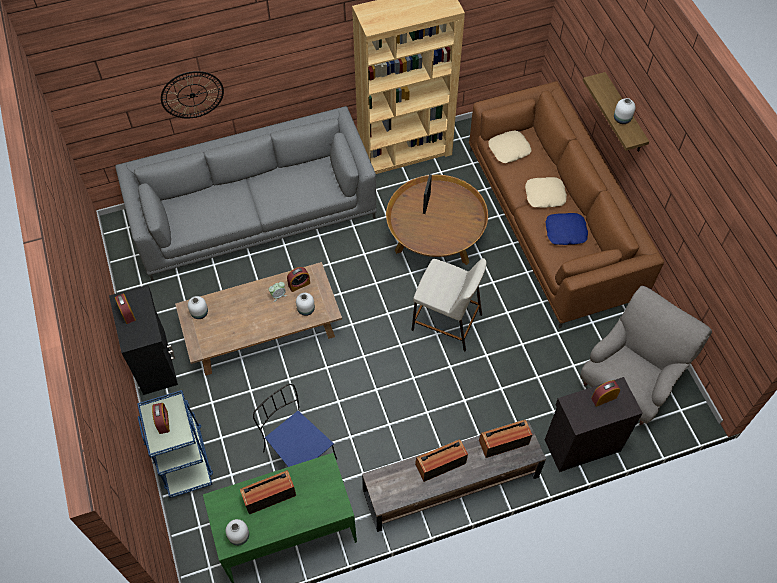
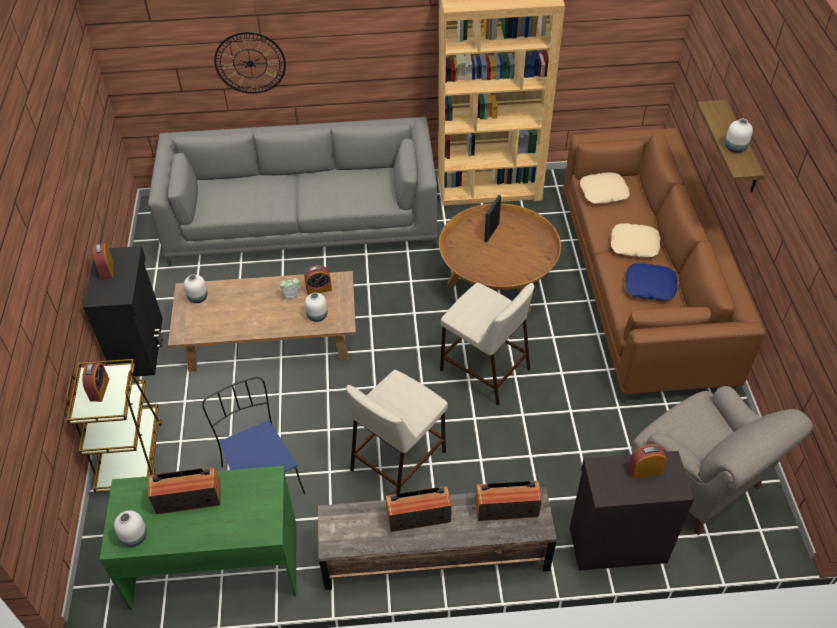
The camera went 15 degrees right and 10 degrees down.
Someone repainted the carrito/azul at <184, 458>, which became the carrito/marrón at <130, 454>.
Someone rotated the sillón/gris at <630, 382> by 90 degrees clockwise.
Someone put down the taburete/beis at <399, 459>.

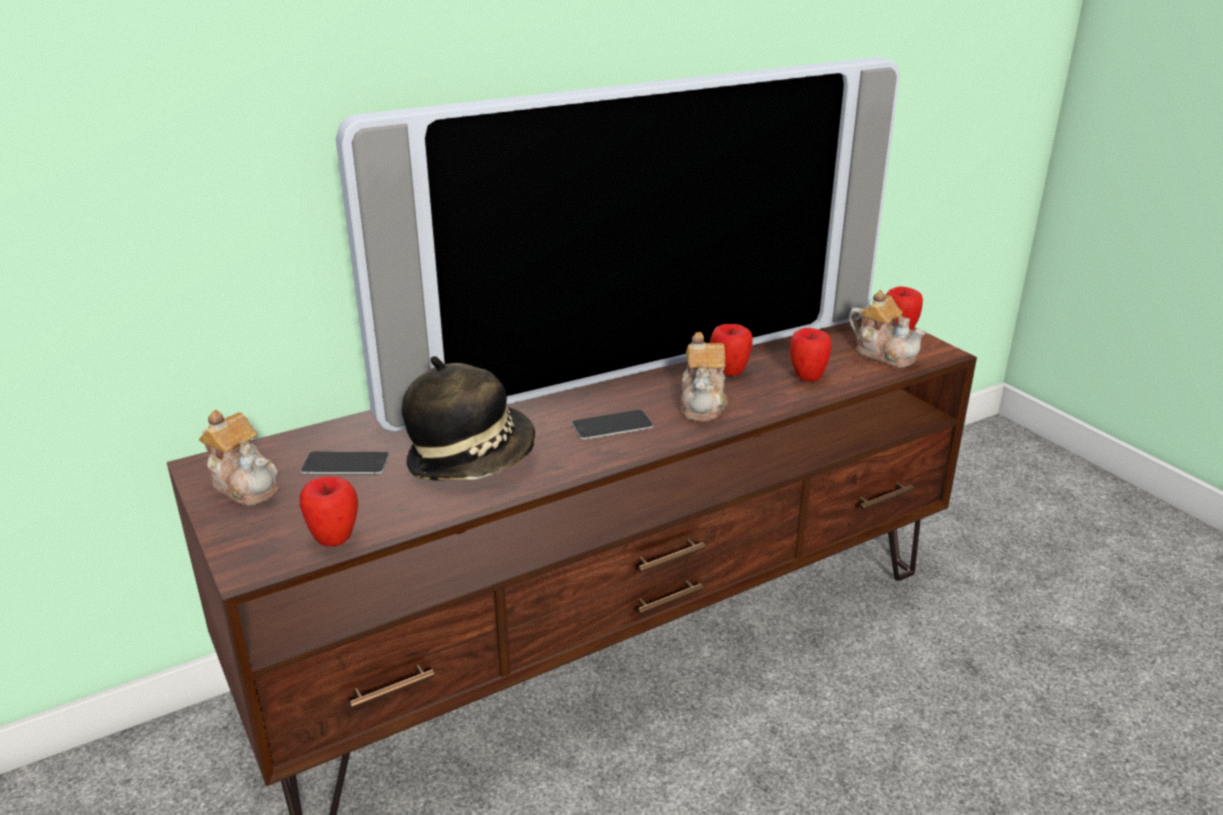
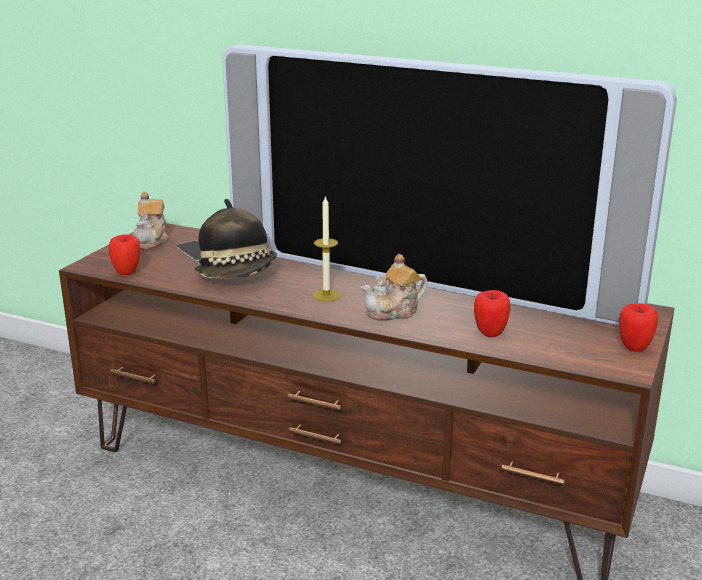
The camera went 55 degrees right and 5 degrees down.
Someone swapped the móvil at <612, 425> for the vela at <326, 295>.
Someone took away the manzana at <729, 373>.
Someone took away the tetera at <884, 354>.

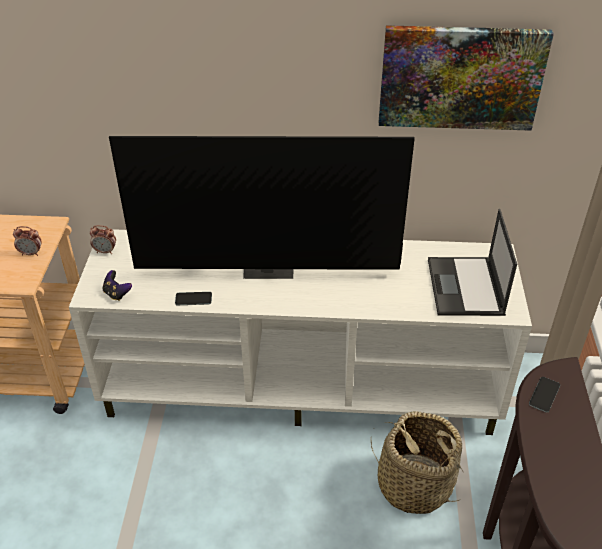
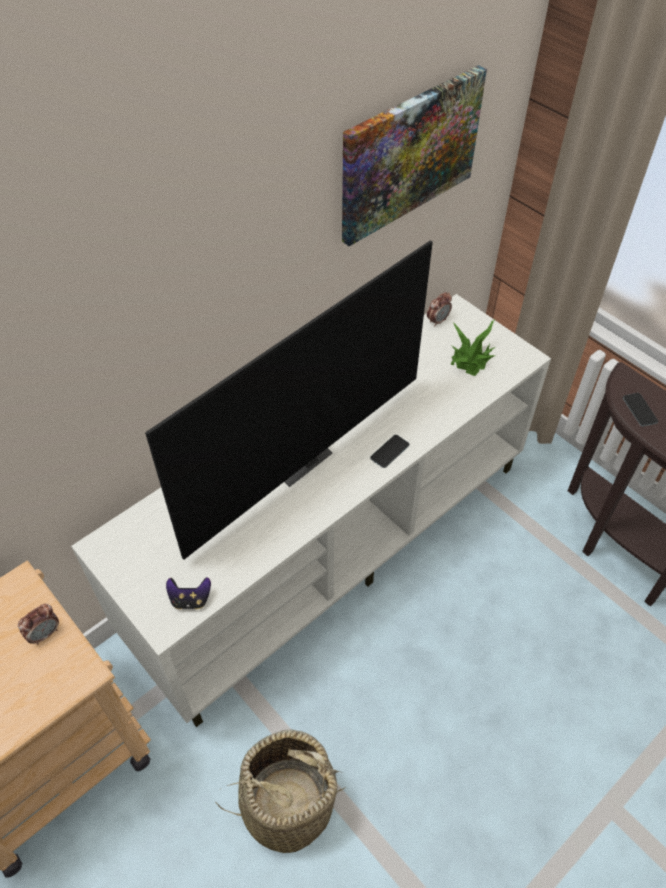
The camera went 45 degrees left and 10 degrees up.
Someone carried the despertador from <105, 251> to <437, 321>.
Someone carried the móvil from <193, 299> to <389, 451>.
Someone carried the cesta from <414, 484> to <287, 803>.
Someone swapped the portátil at <465, 287> for the planta en maceta at <471, 359>.

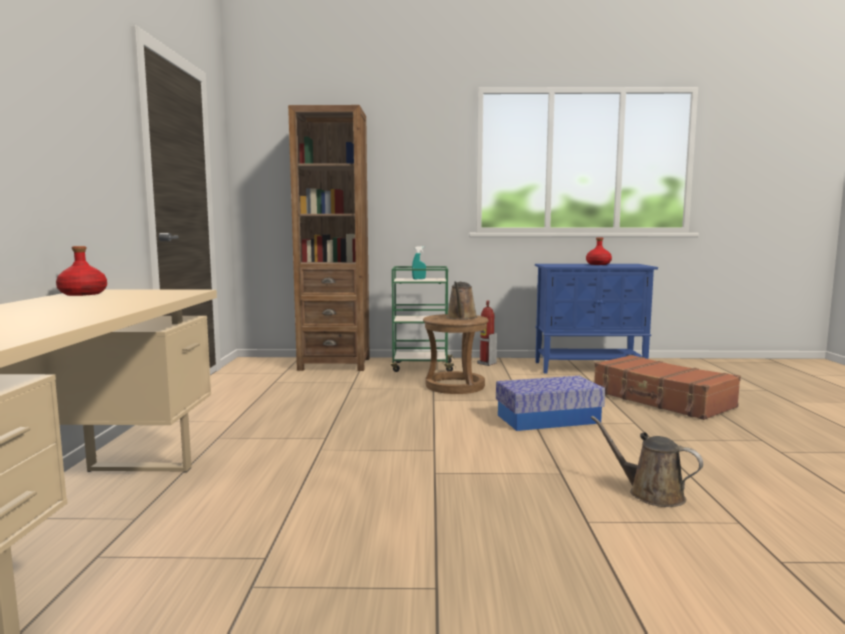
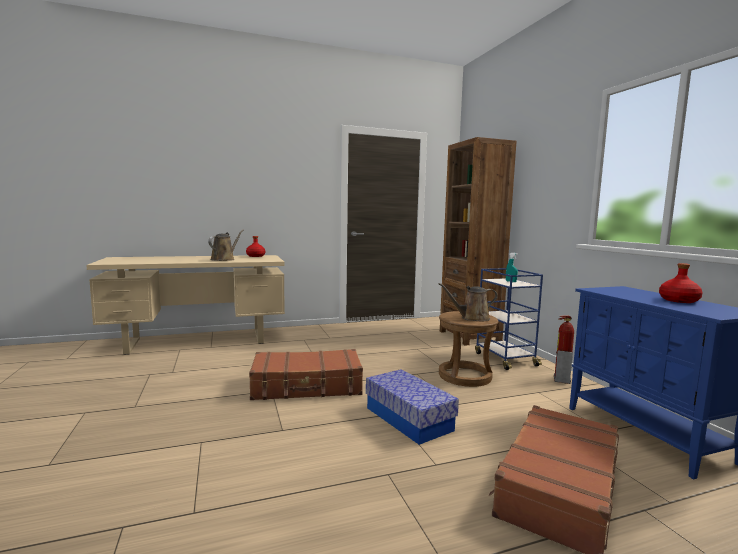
The camera went 70 degrees right and 0 degrees up.
Someone repainted the carrito/verde at <421, 367>, which became the carrito/azul at <504, 359>.
Someone carried the regadera/marrón from <651, 493> to <224, 259>.
Someone put down the maleta/marrón at <307, 386>.

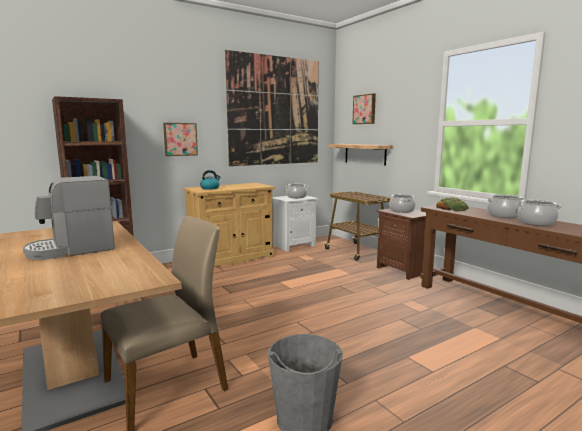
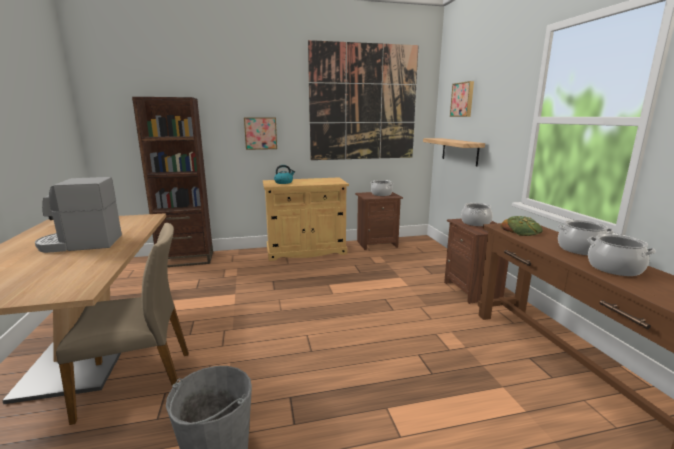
The camera went 20 degrees right and 5 degrees up.
Someone repainted the mesita de noche/blanco at <293, 245>, which became the mesita de noche/marrón at <376, 244>.
Someone took away the carrito at <357, 251>.

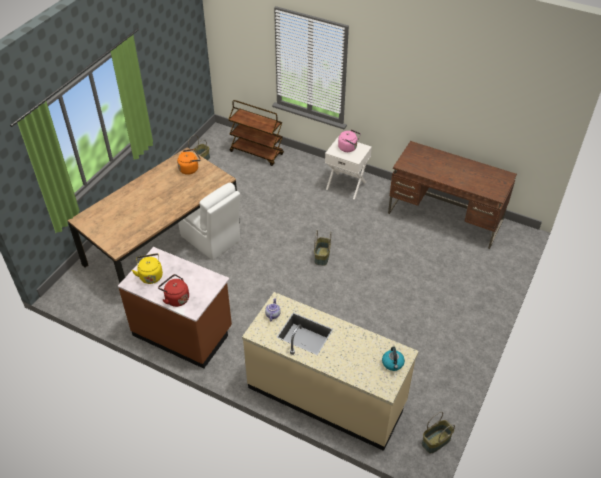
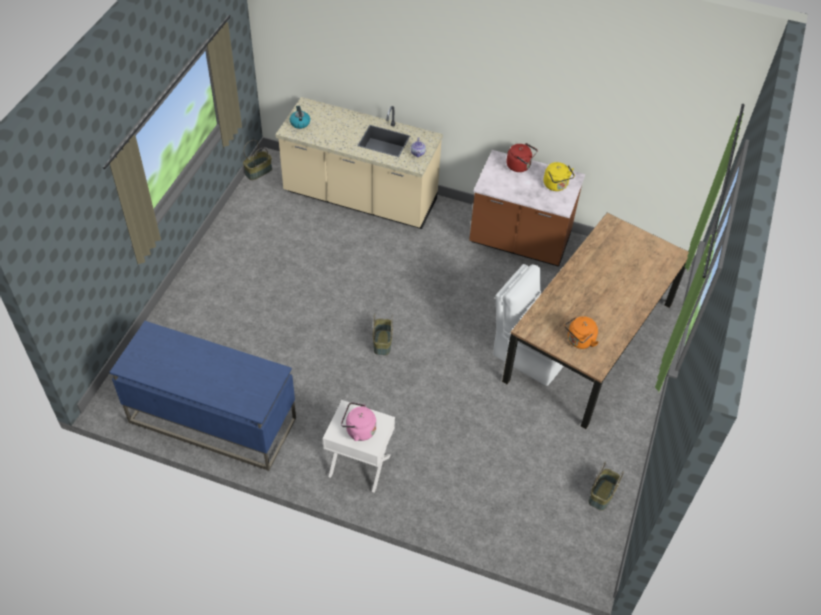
The camera went 170 degrees right and 5 degrees up.
Someone took away the carrito/marrón at <257, 153>.
Someone repainted the escritorio/marrón at <445, 217>, which became the escritorio/azul at <212, 420>.

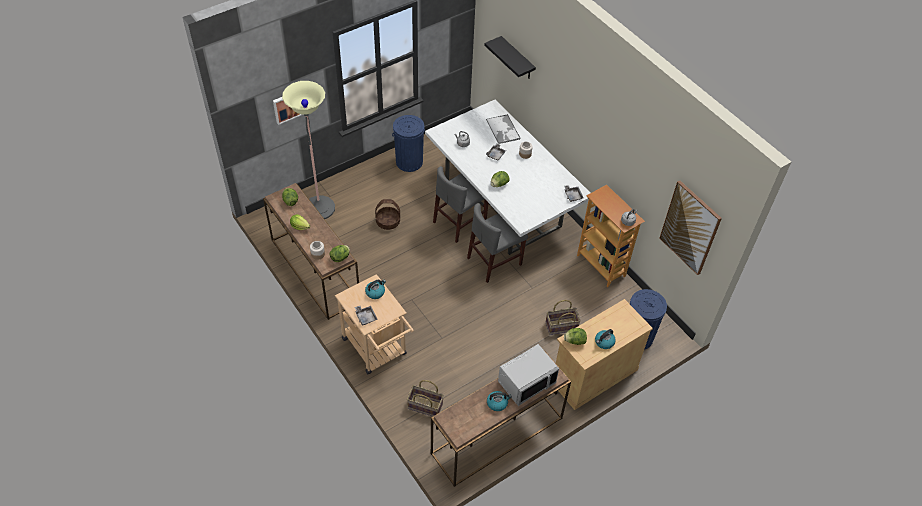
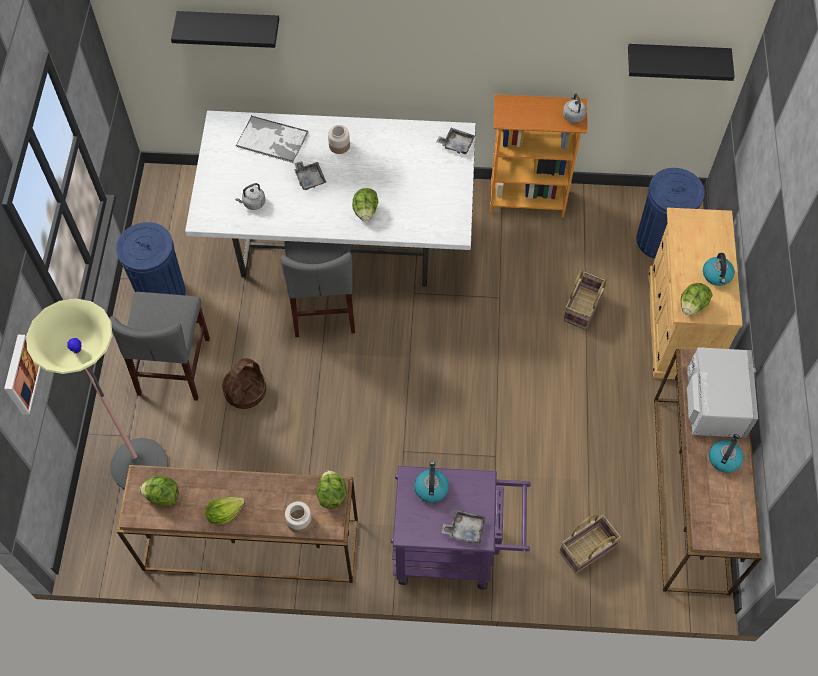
The camera went 50 degrees left and 10 degrees up.
Someone repainted the carrito/beis at <377, 350>, which became the carrito/morado at <454, 550>.
Someone carried the silla/gris from <494, 261> to <174, 366>.
Someone swapped the cuadro at <690, 228> for the estante/negro at <676, 58>.

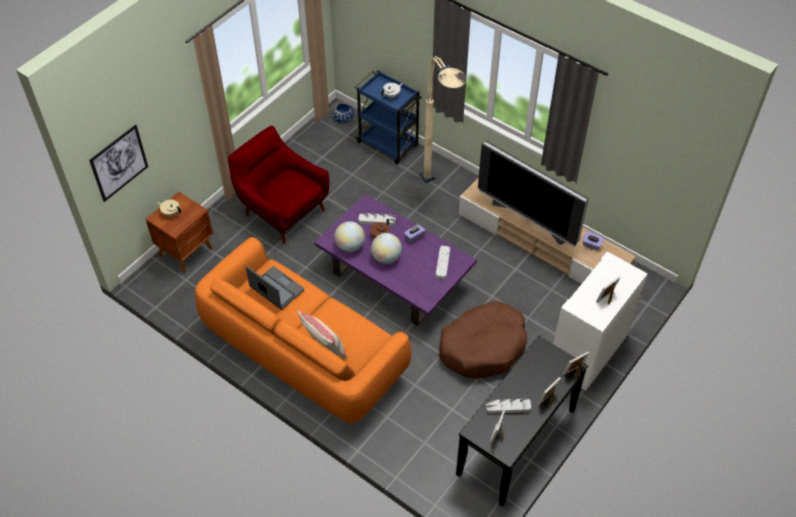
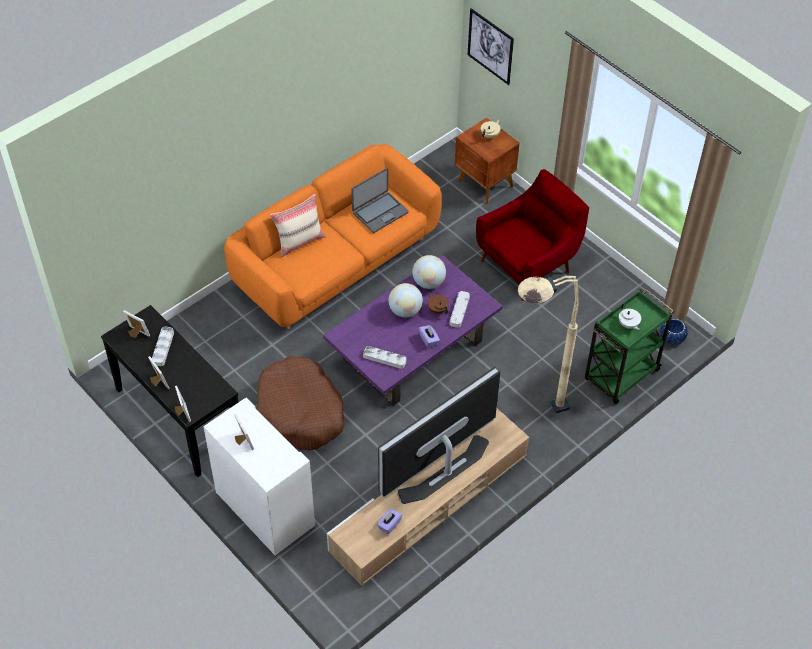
The camera went 100 degrees right and 0 degrees up.
Someone repainted the carrito/azul at <388, 145>, which became the carrito/verde at <620, 376>.

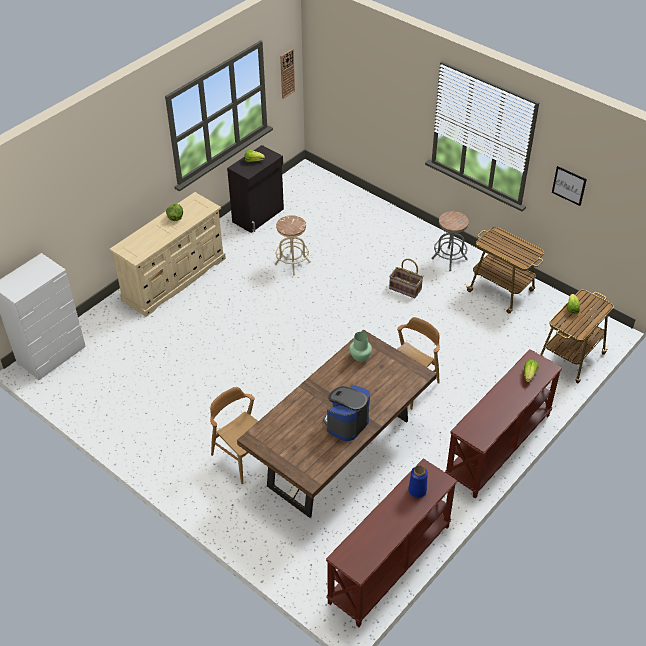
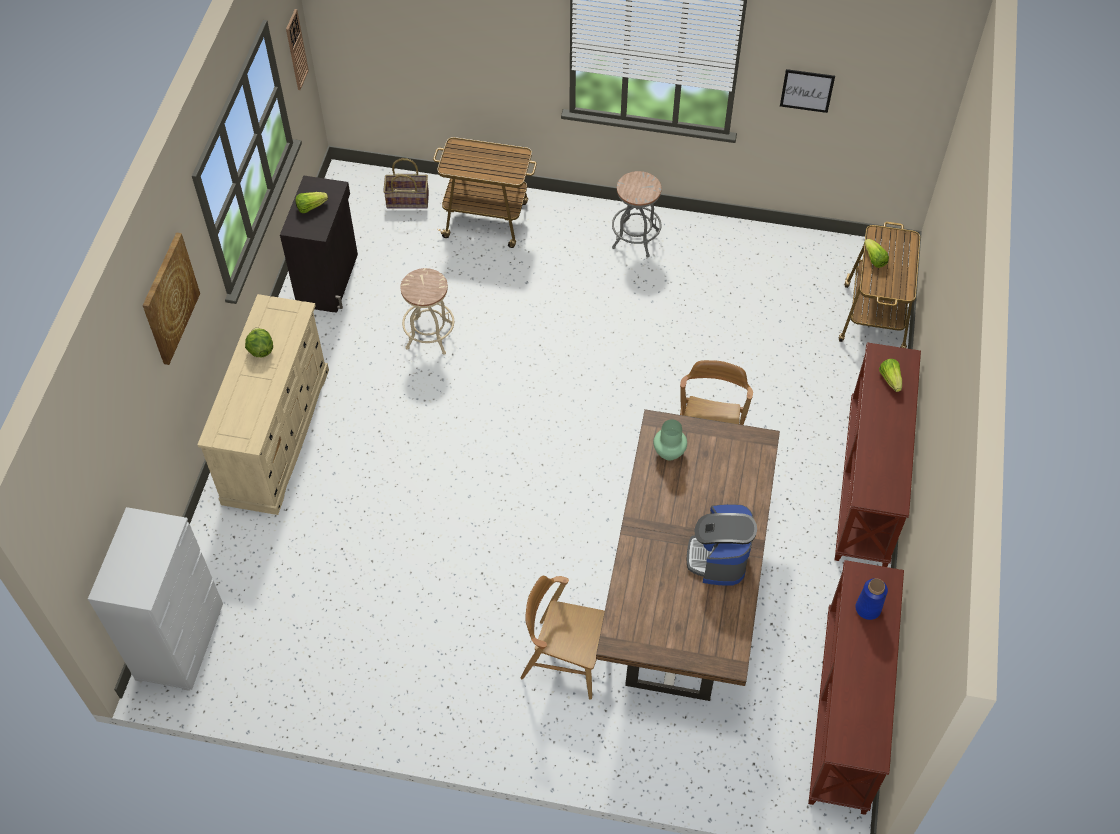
The camera went 30 degrees left and 10 degrees up.
Someone carried the cesta from <405, 288> to <408, 200>.
Someone carried the carrito from <501, 291> to <487, 220>.
Someone put up the cuadro at <169, 298>.

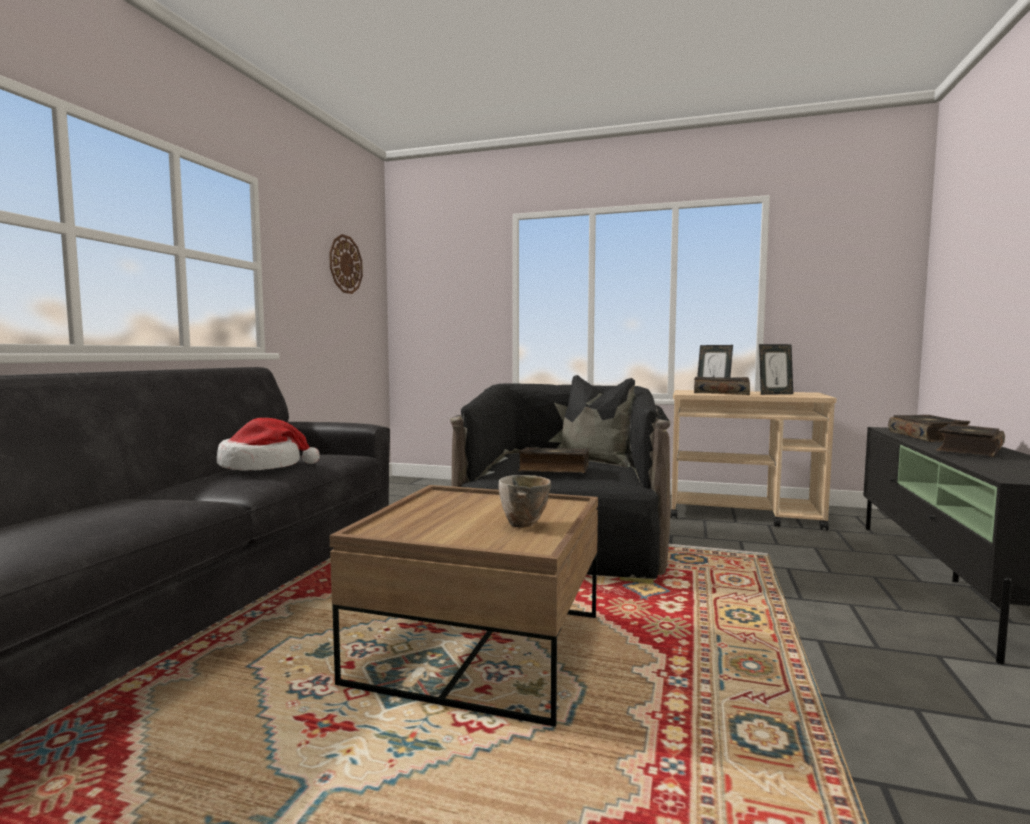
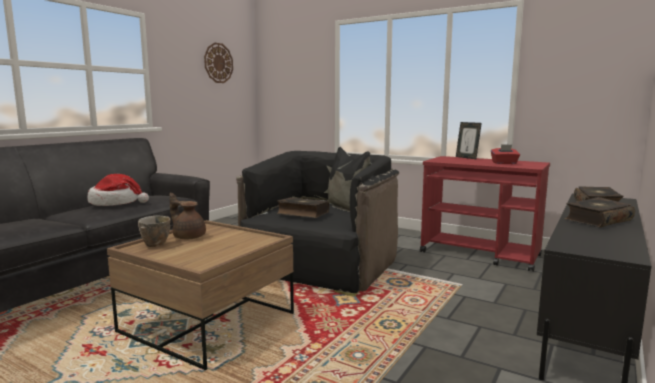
The camera went 15 degrees right and 5 degrees up.
Someone carried the cuenco from <523, 525> to <154, 246>.
Someone repainted the carrito/beis at <744, 515>, which became the carrito/rojo at <480, 254>.
Someone took away the libro at <721, 393>.
Someone swapped the portarretratos at <775, 394> for the caja de pañuelos/rojo at <504, 163>.
Someone put down the tetera/marrón at <188, 236>.

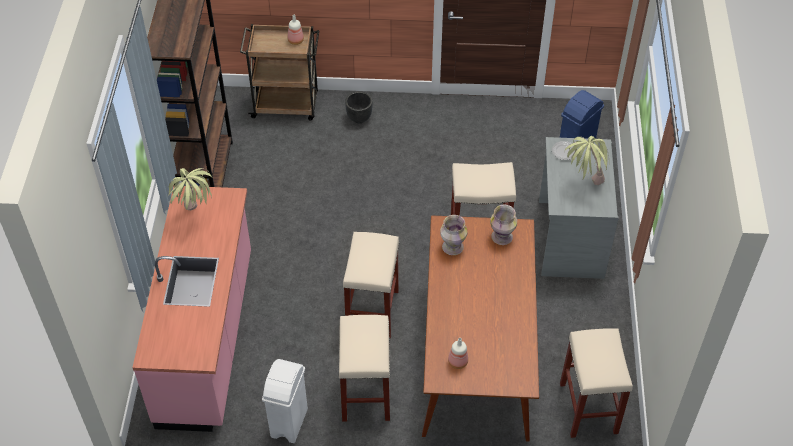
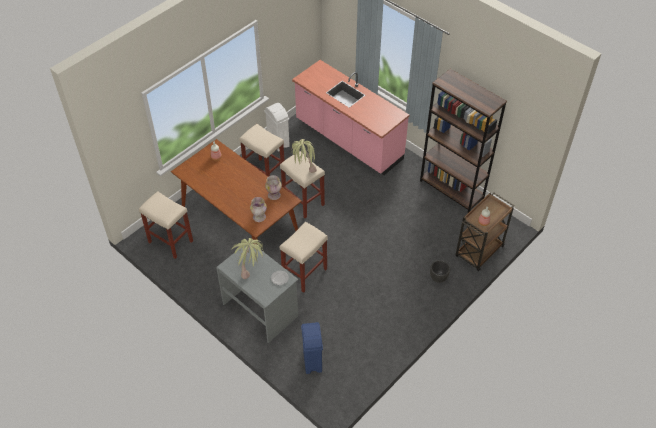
The camera went 130 degrees right and 0 degrees up.
Someone carried the planta en maceta from <195, 218> to <304, 169>.

